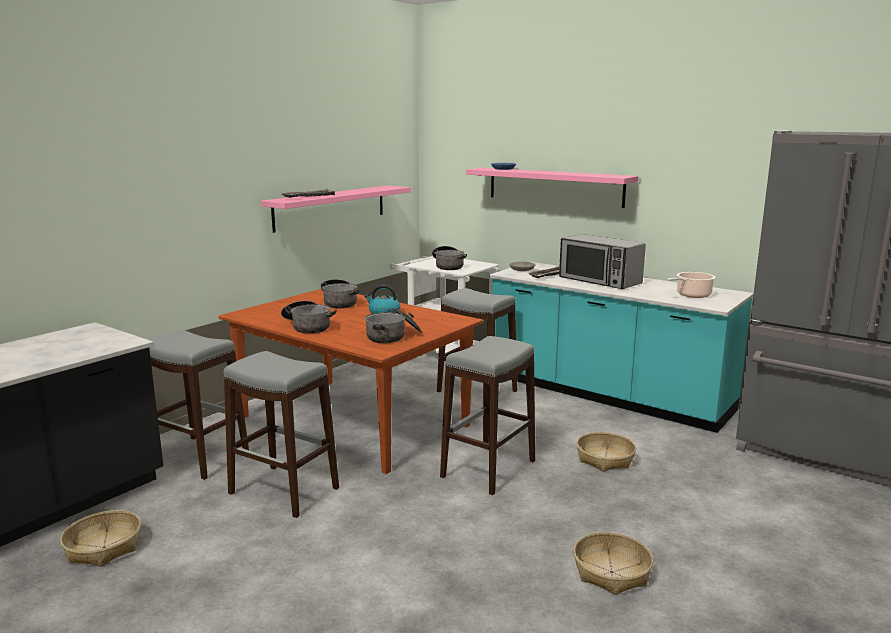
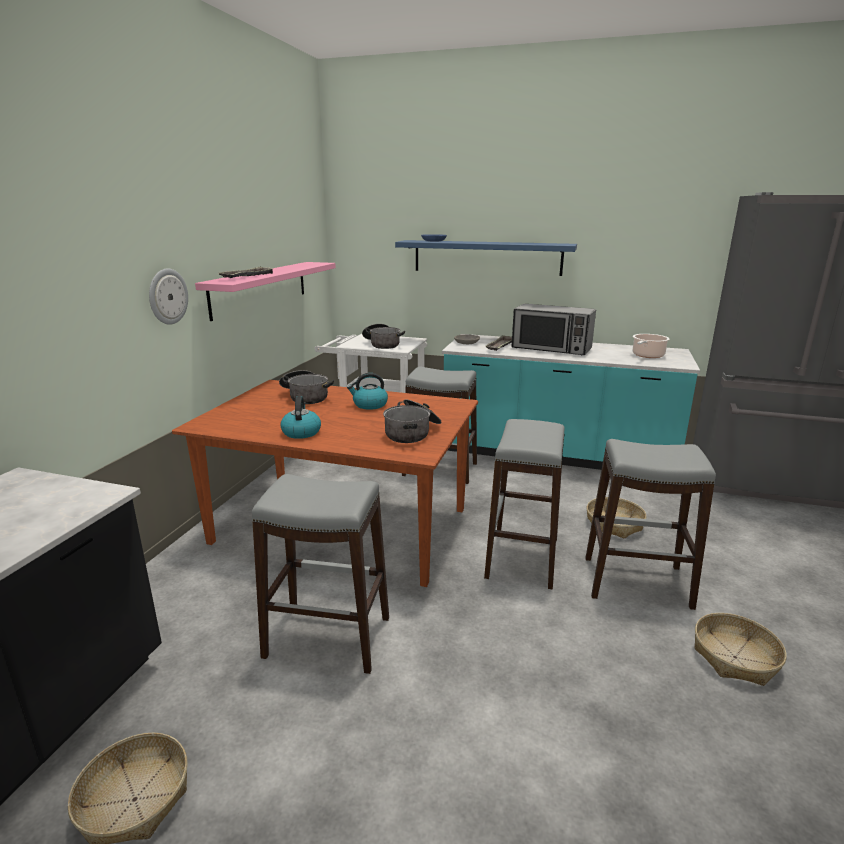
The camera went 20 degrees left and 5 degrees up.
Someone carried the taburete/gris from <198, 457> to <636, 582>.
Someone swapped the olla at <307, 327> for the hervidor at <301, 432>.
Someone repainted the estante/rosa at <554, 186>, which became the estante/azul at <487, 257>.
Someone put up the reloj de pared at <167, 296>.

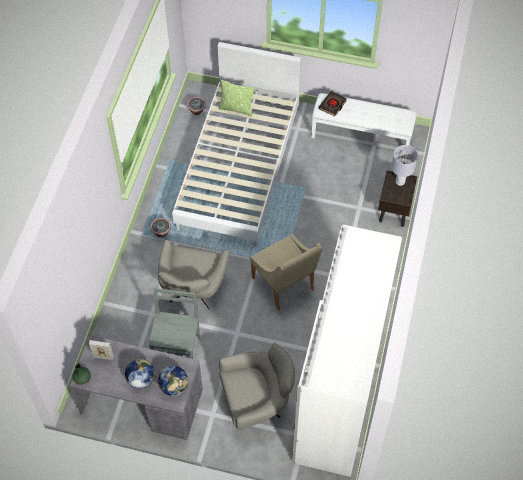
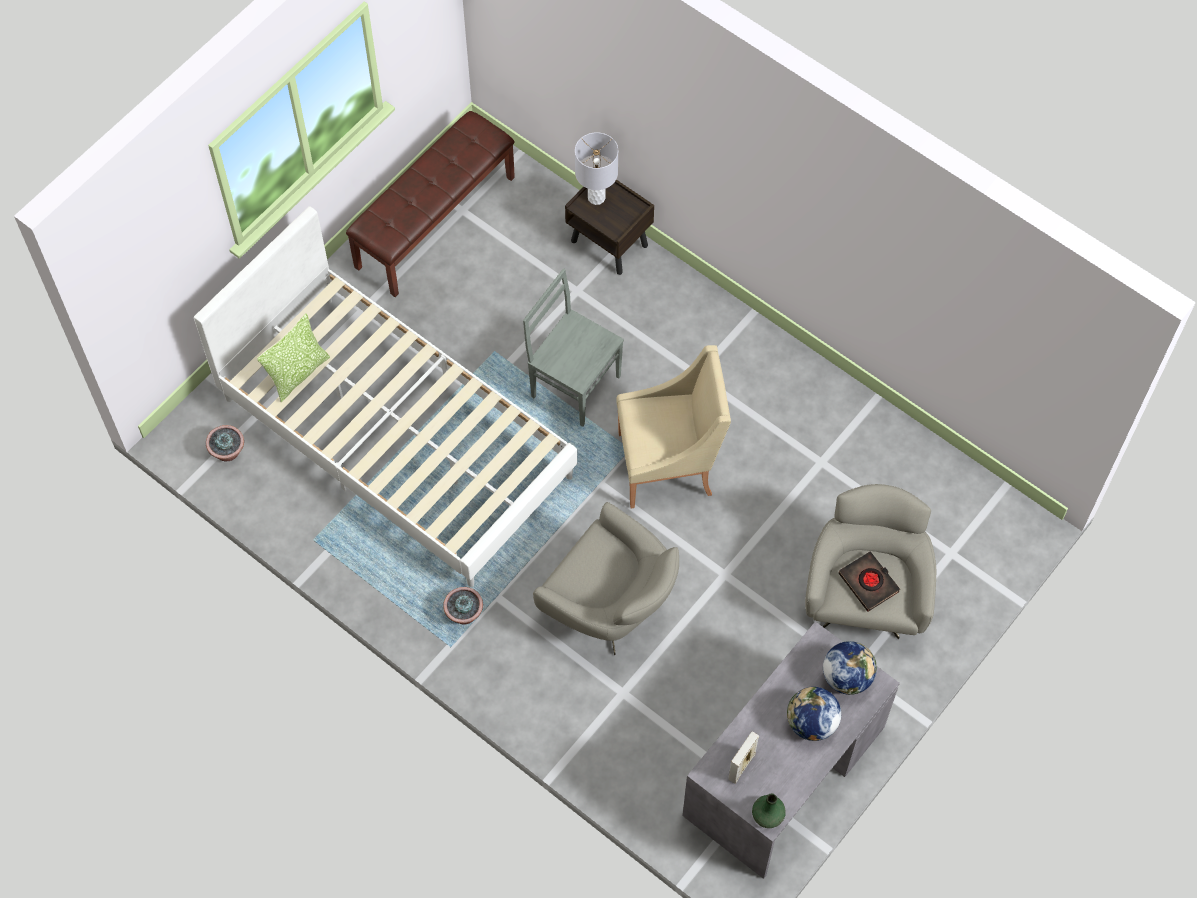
The camera went 65 degrees left and 5 degrees up.
Someone carried the silla/gris from <177, 348> to <573, 385>.
Someone took away the armario ropero/blanco at <339, 394>.
Someone repainted the banco/blanco at <361, 135>, which became the banco/marrón at <434, 221>.
Someone carried the libro/negro from <332, 105> to <869, 583>.

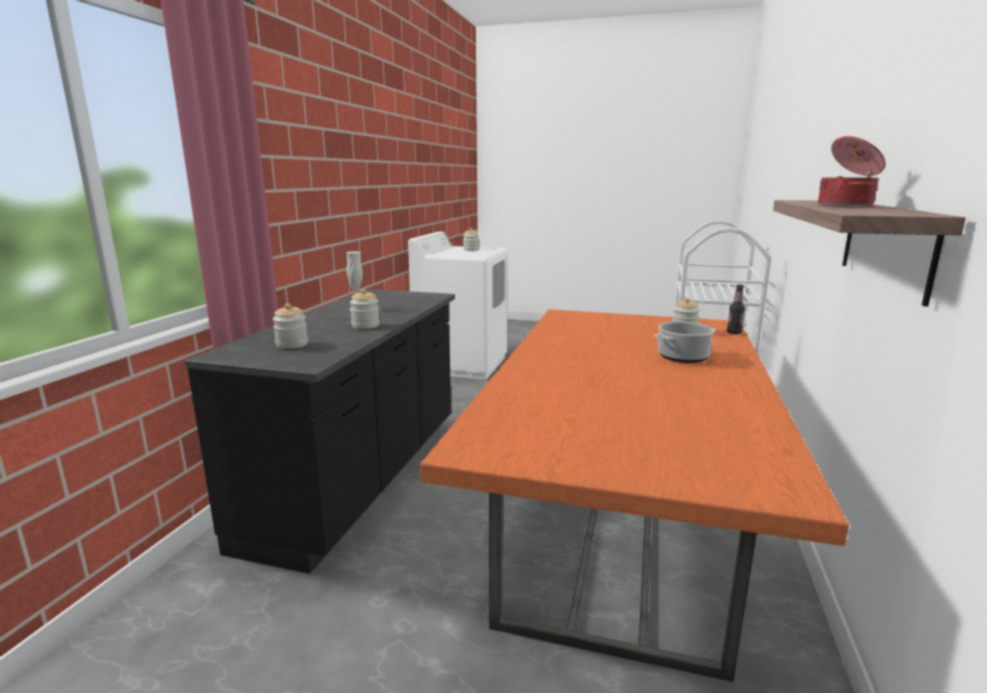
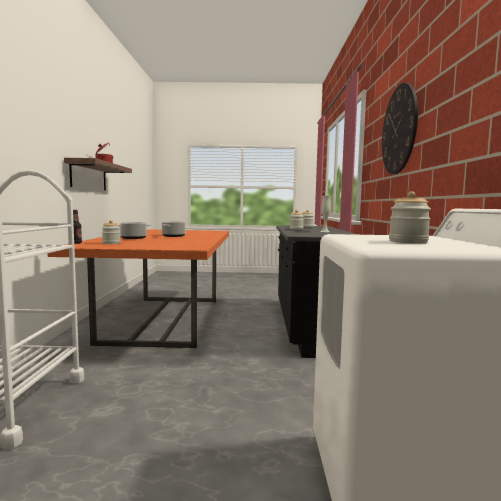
The camera went 165 degrees right and 10 degrees down.
Someone put down the olla at <173, 236>.
Someone put up the reloj de pared at <399, 130>.

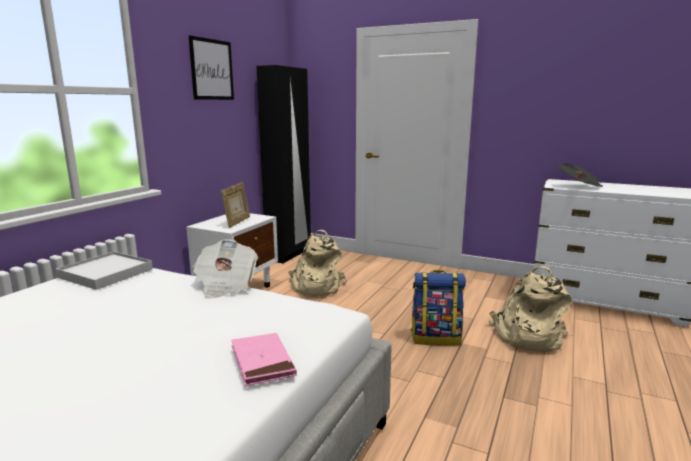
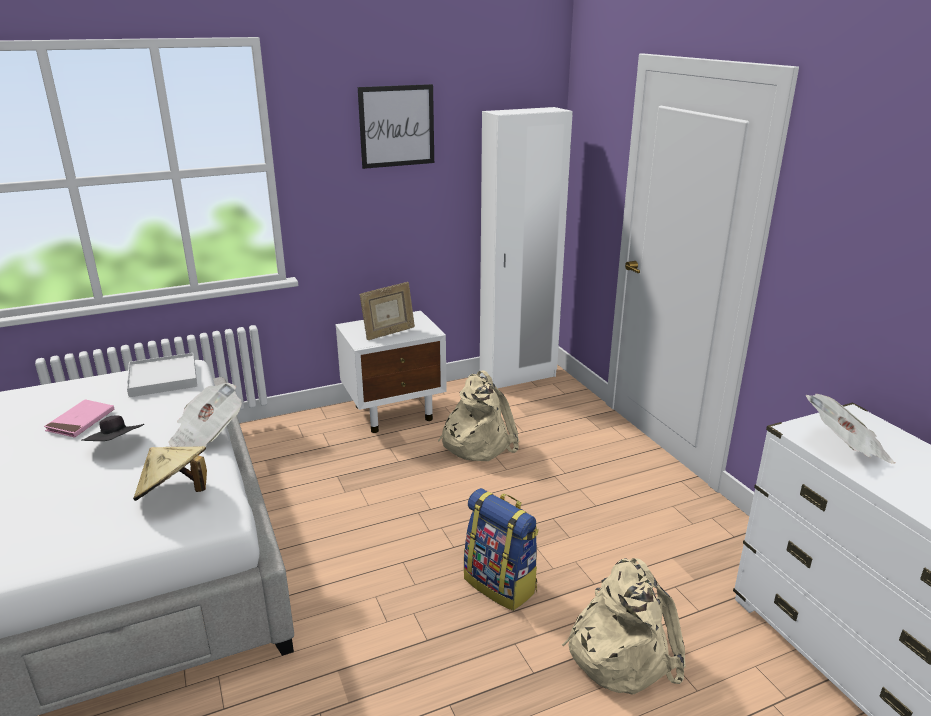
The camera went 40 degrees right and 10 degrees up.
Someone carried the libro/rosa from <262, 361> to <81, 421>.
Someone repainted the armario ropero/negro at <289, 254>, which became the armario ropero/blanco at <518, 377>.
Someone put down the sombrero/negro at <117, 446>.
Someone put down the sombrero/beis at <175, 494>.

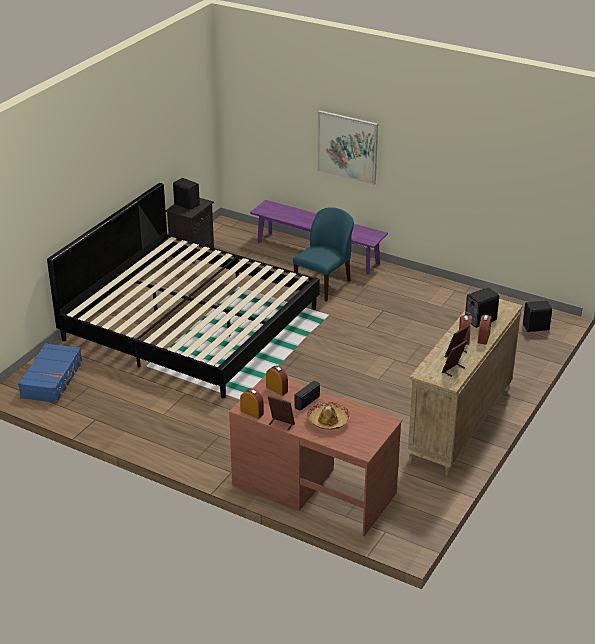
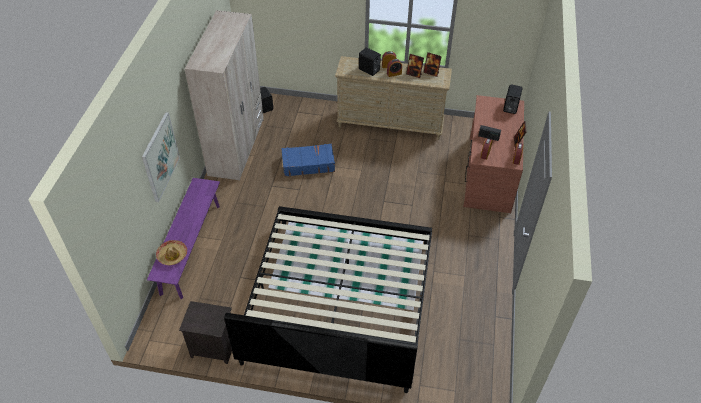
The camera went 110 degrees left and 15 degrees up.
Someone carried the maleta/azul from <52, 380> to <308, 164>.
Someone carried the altavoz/negro from <187, 204> to <510, 107>.
Someone took away the silla/azul at <323, 285>.
Someone carried the sombrero from <328, 420> to <172, 255>.
Someone put down the armario ropero/beis at <237, 147>.

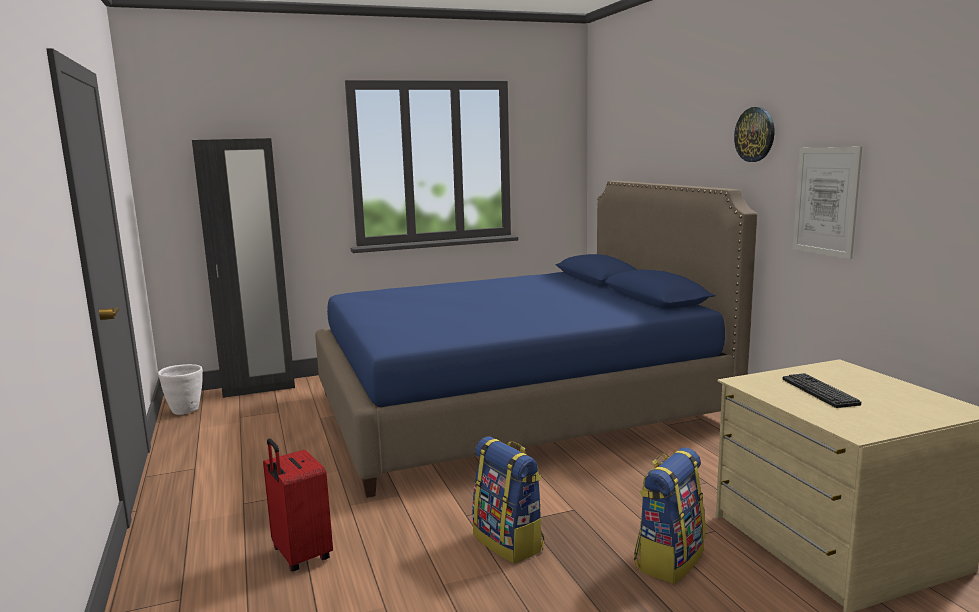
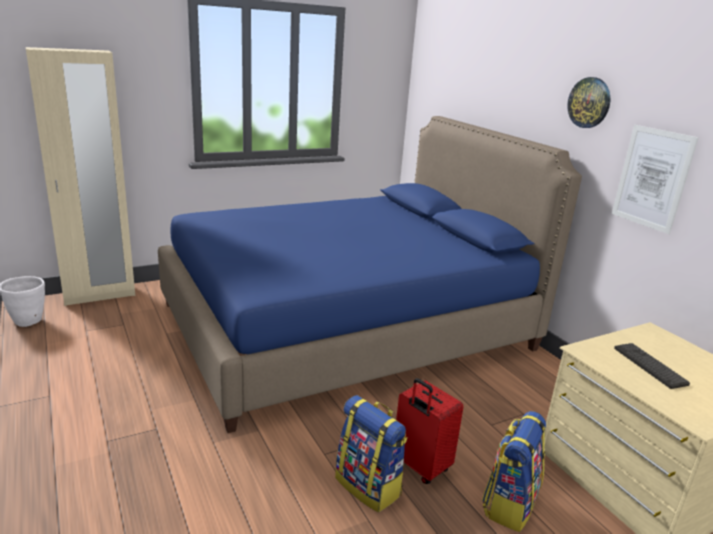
The camera went 10 degrees left and 10 degrees up.
Someone repainted the armario ropero/negro at <259, 388>, which became the armario ropero/beis at <99, 295>.
Someone carried the maleta/rojo from <300, 555> to <419, 466>.

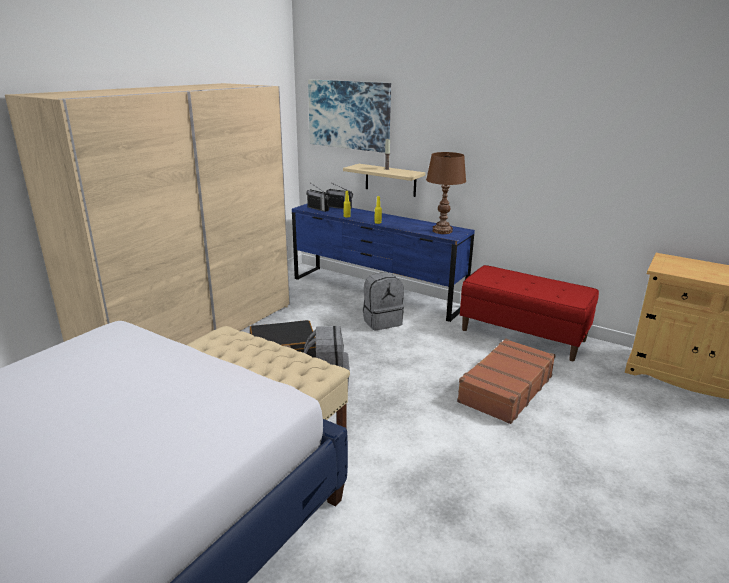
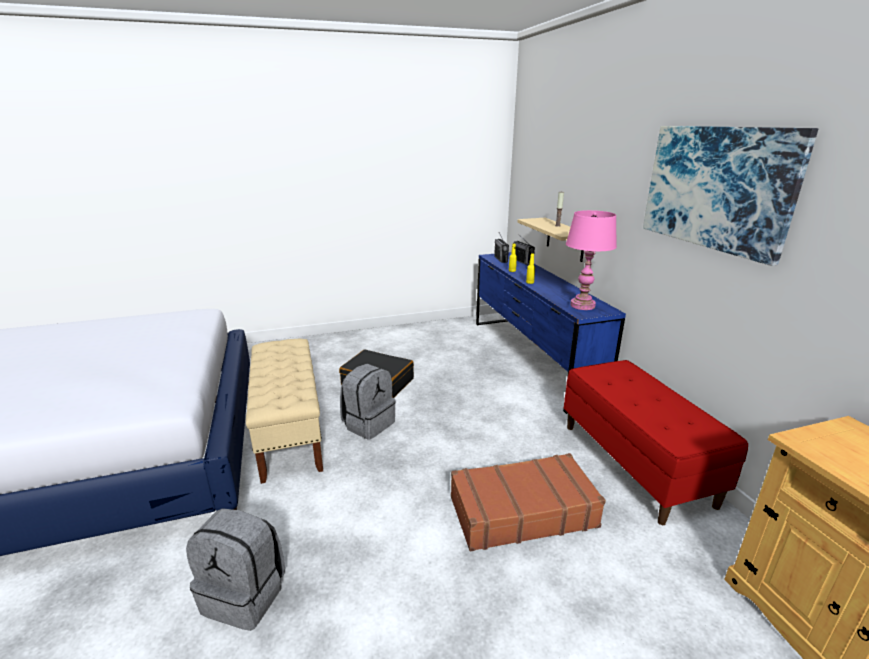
The camera went 40 degrees right and 0 degrees up.
Someone took away the armario ropero/beis at <193, 335>.
Someone carried the cuadro from <349, 115> to <716, 188>.
Someone carried the mochila/gris from <382, 321> to <246, 595>.
Someone repainted the lámpara de mesa/marrón at <442, 231>, which became the lámpara de mesa/rosa at <582, 305>.

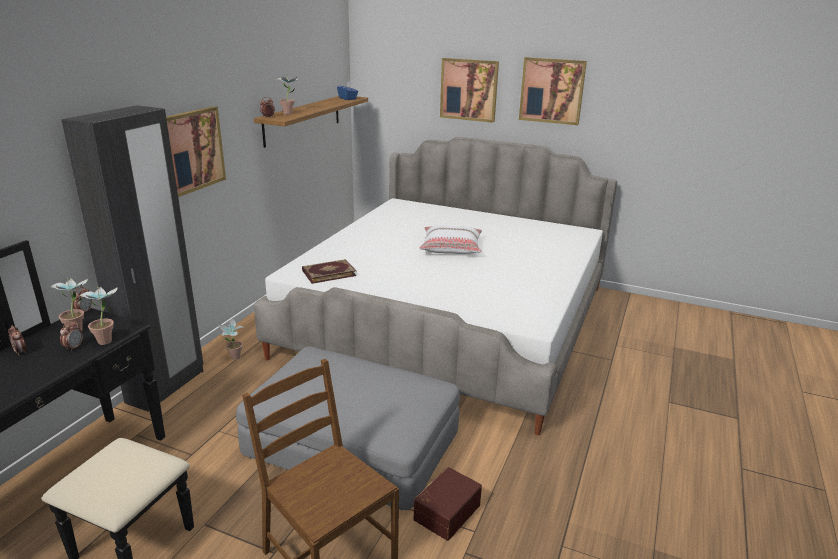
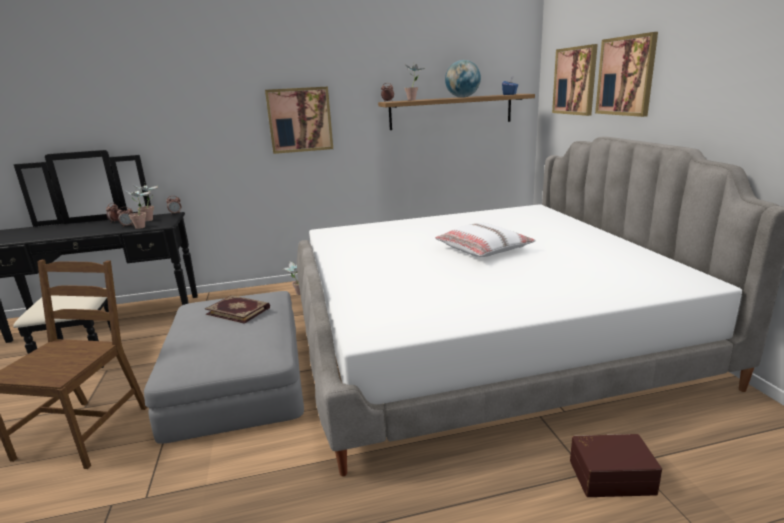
The camera went 55 degrees right and 5 degrees down.
Someone took away the armario ropero/negro at <166, 387>.
Someone carried the libro from <328, 273> to <239, 310>.
Someone carried the caja de almacenaje/marrón from <445, 511> to <610, 475>.
Someone carried the cuadro from <552, 91> to <575, 81>.
Someone put down the globo terráqueo at <462, 97>.

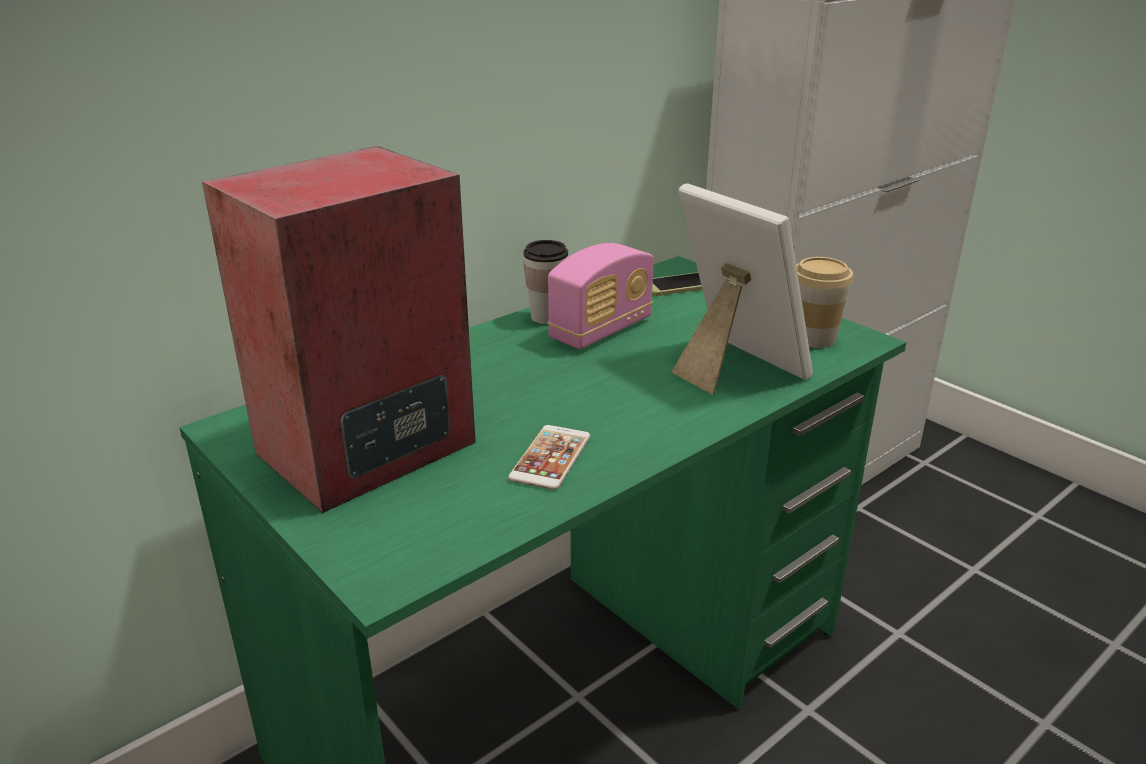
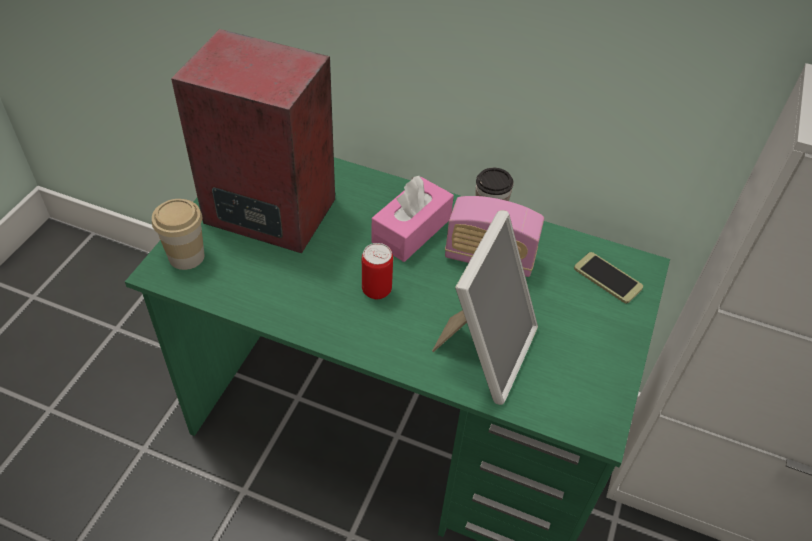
The camera went 60 degrees right and 20 degrees up.
Someone took away the móvil at <550, 458>.
Someone carried the taza from <813, 338> to <186, 256>.
Someone put down the lata at <376, 290>.
Someone put down the caja de pañuelos/rosa at <411, 230>.

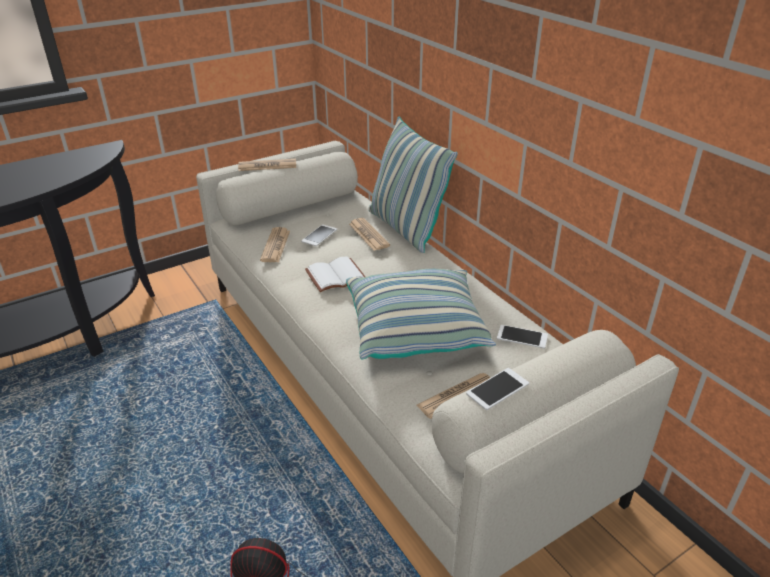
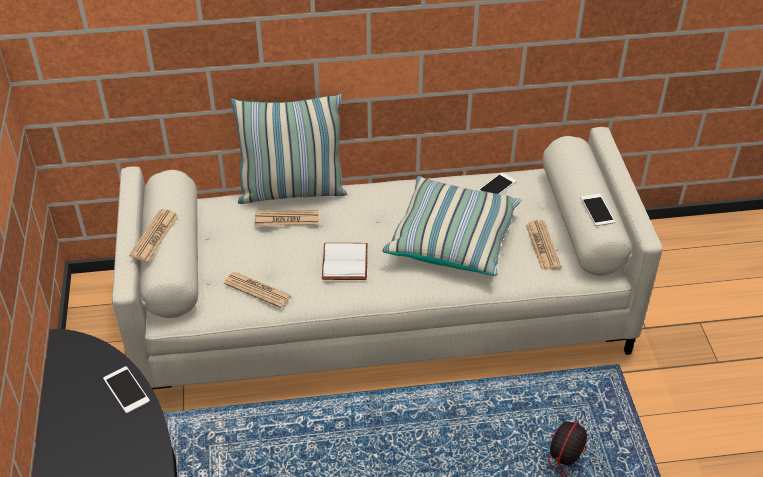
The camera went 65 degrees left and 10 degrees up.
Someone carried the móvil from <319, 235> to <126, 390>.

